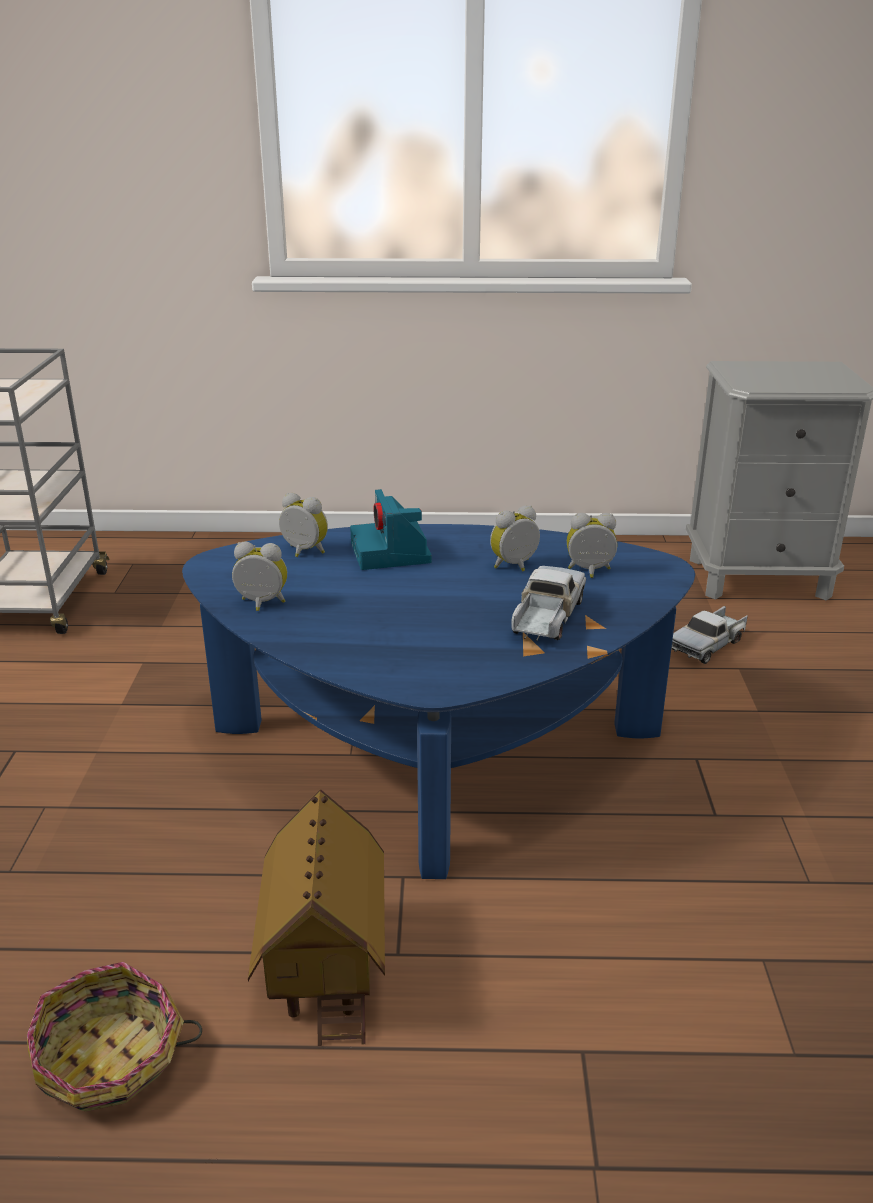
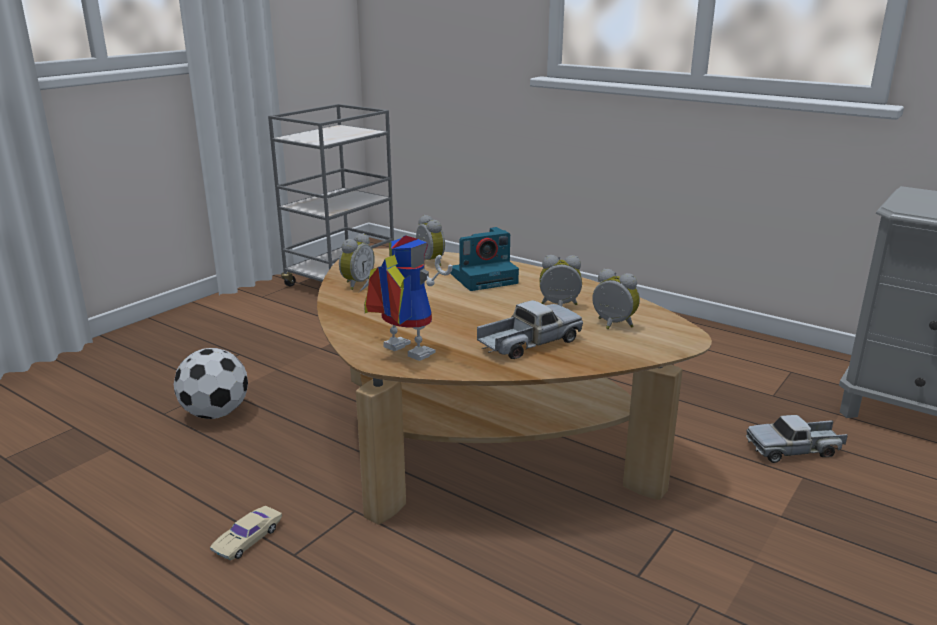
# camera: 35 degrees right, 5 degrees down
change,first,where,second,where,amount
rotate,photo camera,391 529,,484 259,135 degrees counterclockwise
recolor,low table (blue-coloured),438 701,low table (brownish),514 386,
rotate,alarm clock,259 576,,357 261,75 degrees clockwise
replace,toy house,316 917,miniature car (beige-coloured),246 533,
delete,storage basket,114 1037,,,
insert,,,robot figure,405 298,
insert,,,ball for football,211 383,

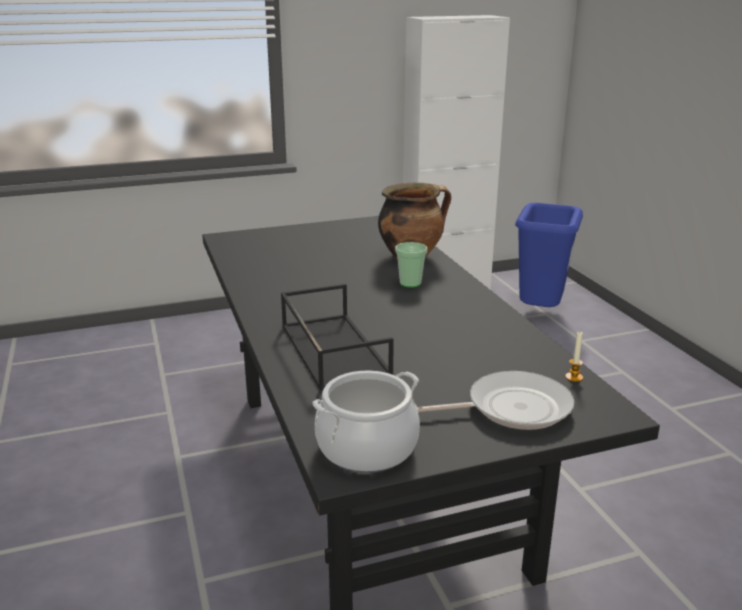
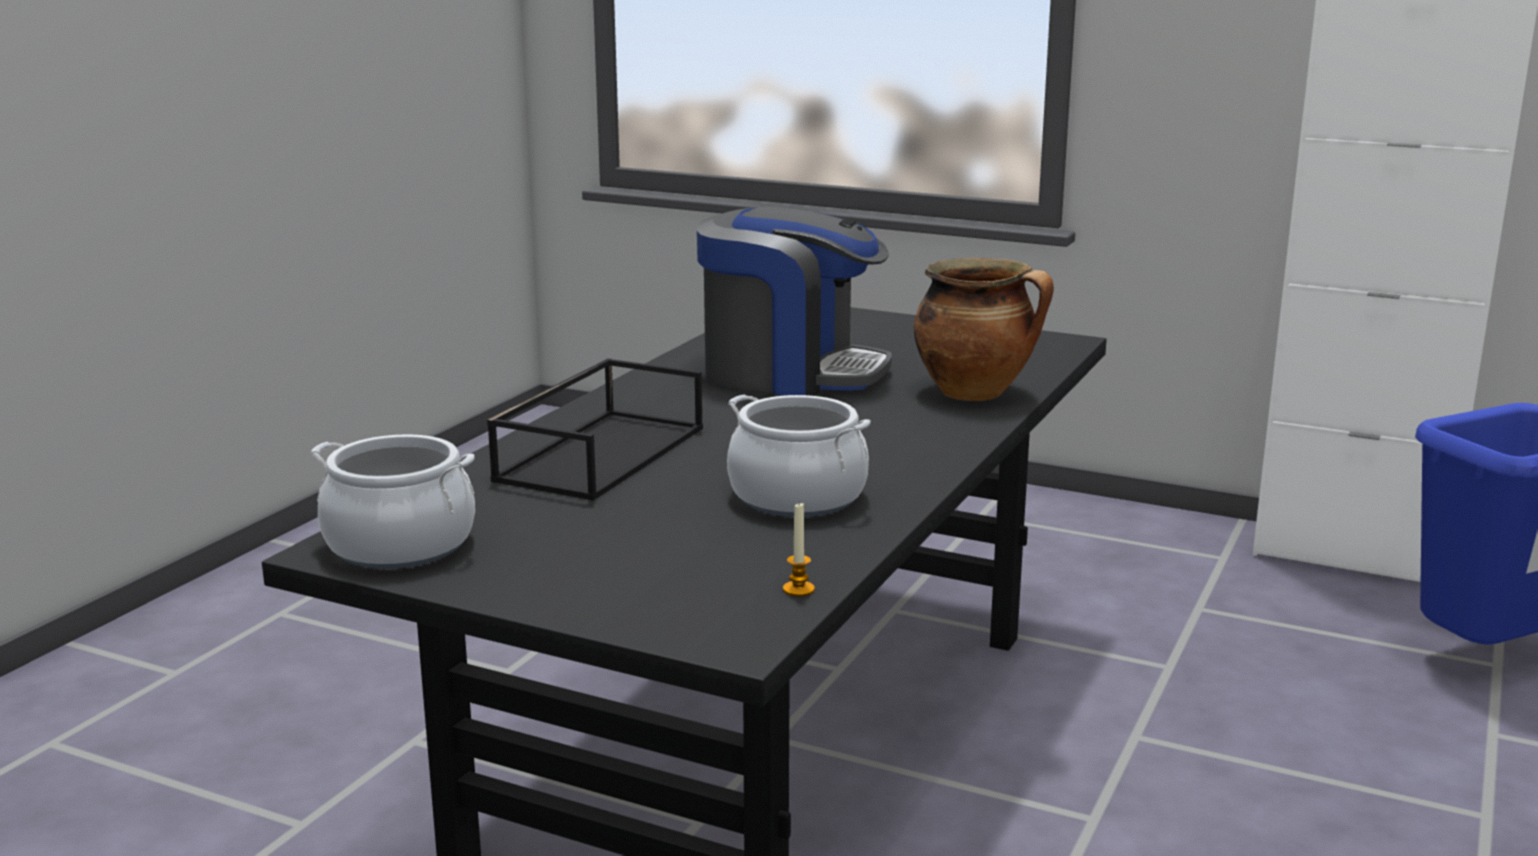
# camera: 45 degrees right, 5 degrees down
change,first,where,second,where,amount
delete,cup,411 265,,,
delete,pan,495 400,,,
insert,,,coffee machine,794 301,
insert,,,stockpot,799 456,

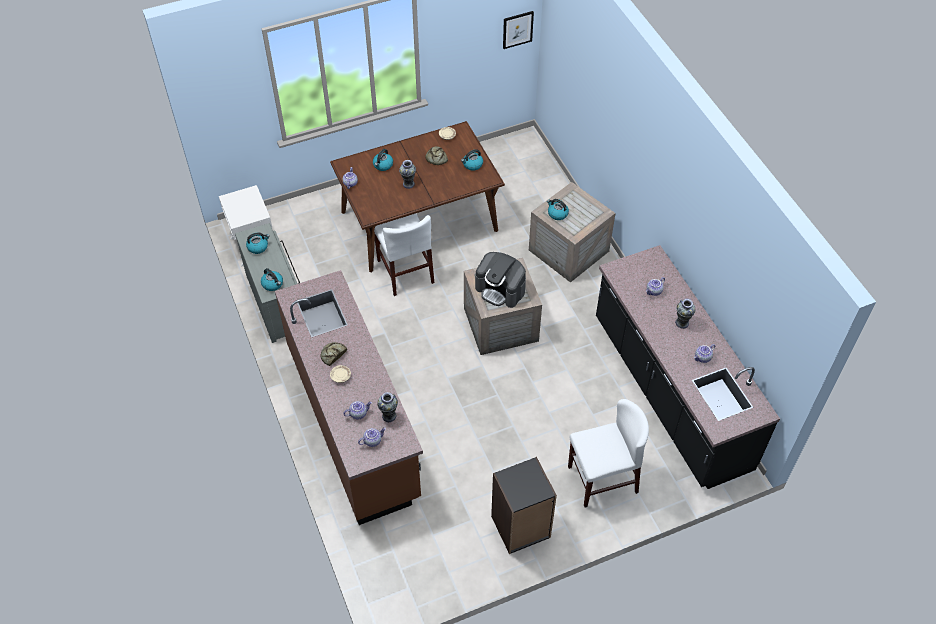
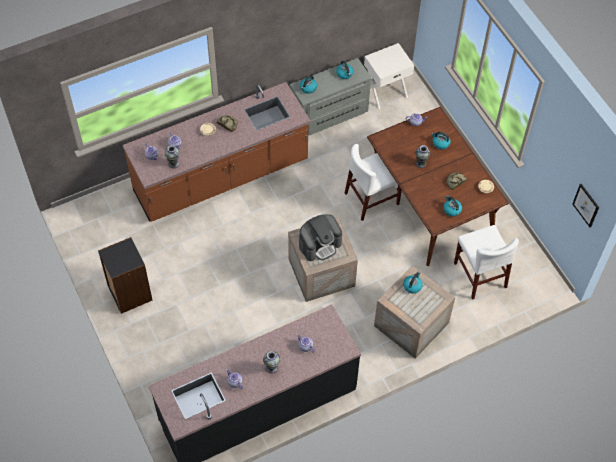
# camera: 85 degrees right, 5 degrees up
change,first,where,second,where,amount
rotate,coffee machine,500 280,,320 237,150 degrees counterclockwise
move,plain chair (white),608 453,,486 262,

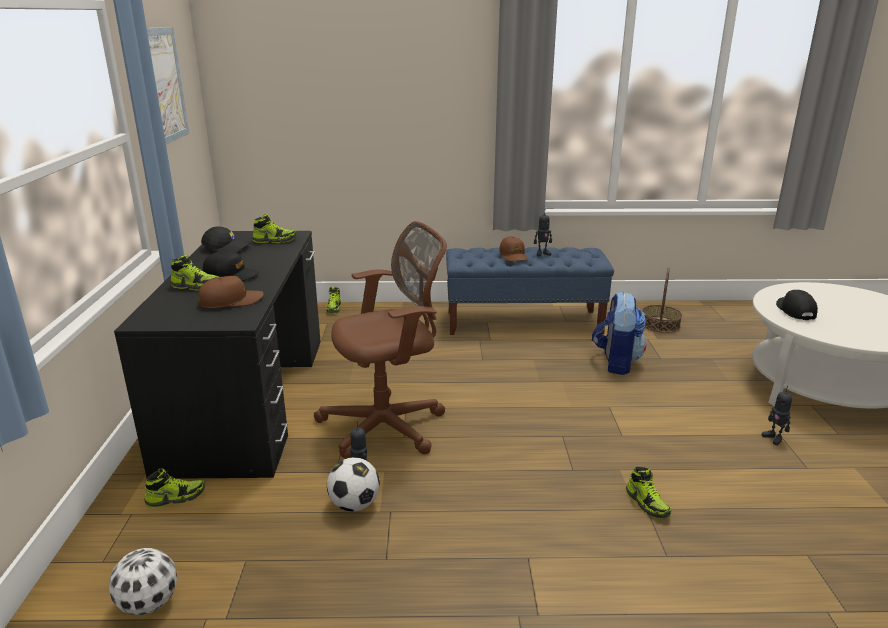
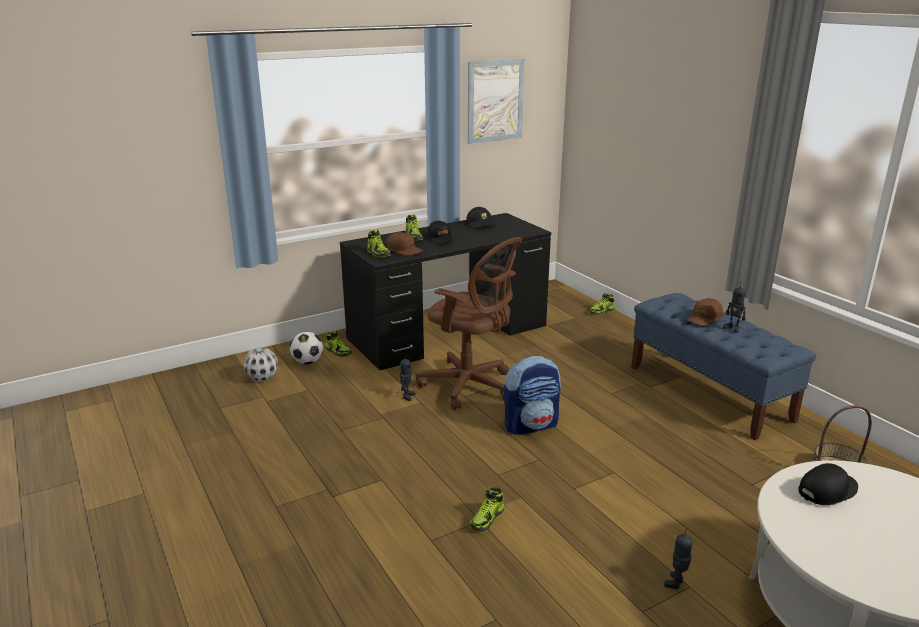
# camera: 60 degrees right, 0 degrees up
change,first,where,second,where,amount
move,low shoe,274 228,,379 243,
move,rucksack,619 333,,532 395,
move,ball for football,353 484,,306 348,

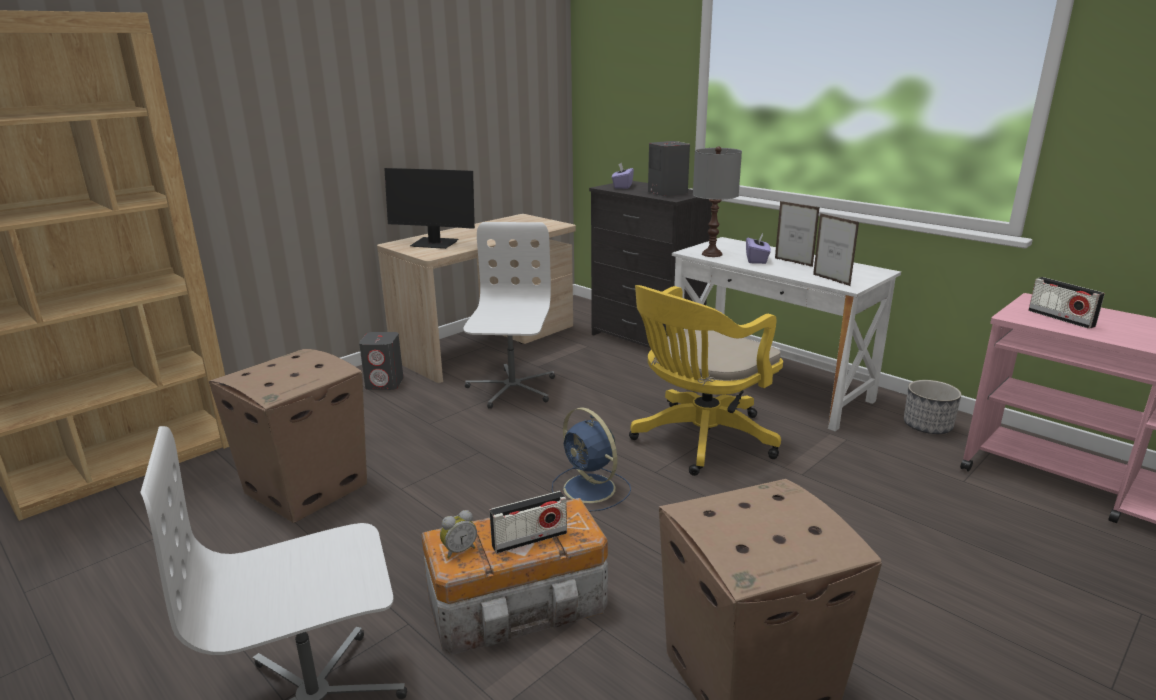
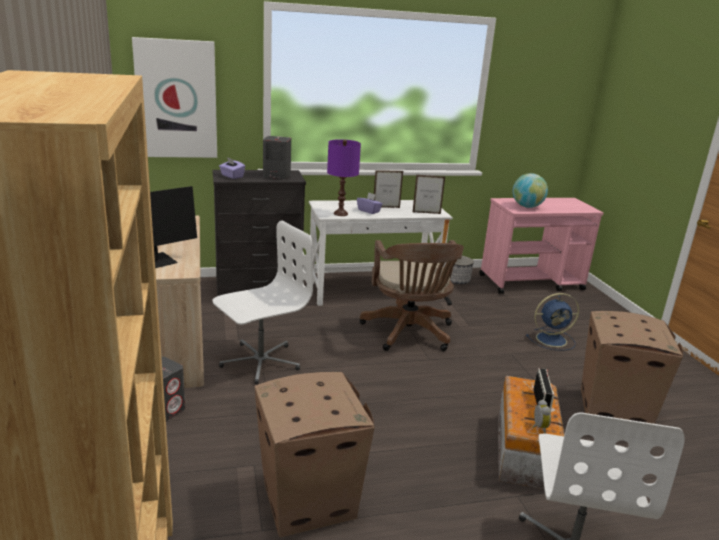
# camera: 60 degrees left, 0 degrees up
change,first,where,second,where,amount
recolor,table lamp (grey),717 201,table lamp (purplish),344 177,
rotate,desk chair (white),509 315,,262 302,105 degrees clockwise
replace,radio,1066 303,desk globe,530 190,
recolor,desk chair (yellow),706 380,desk chair (brownish),412 295,
move,fan (blue-coloured),591 459,,552 321,
insert,,,picture,174 97,

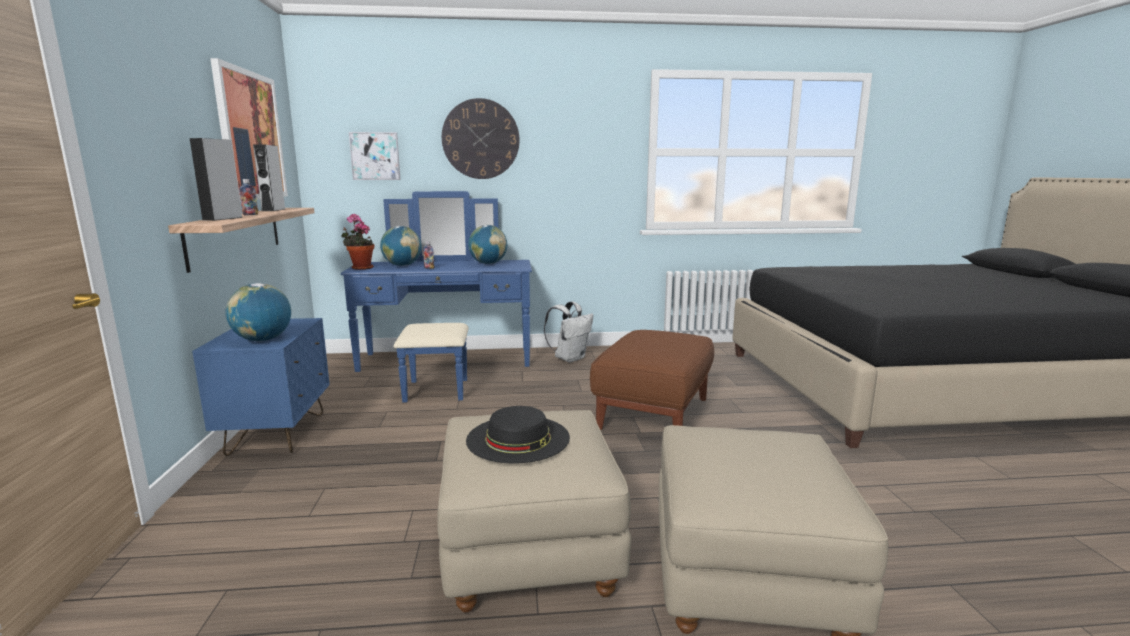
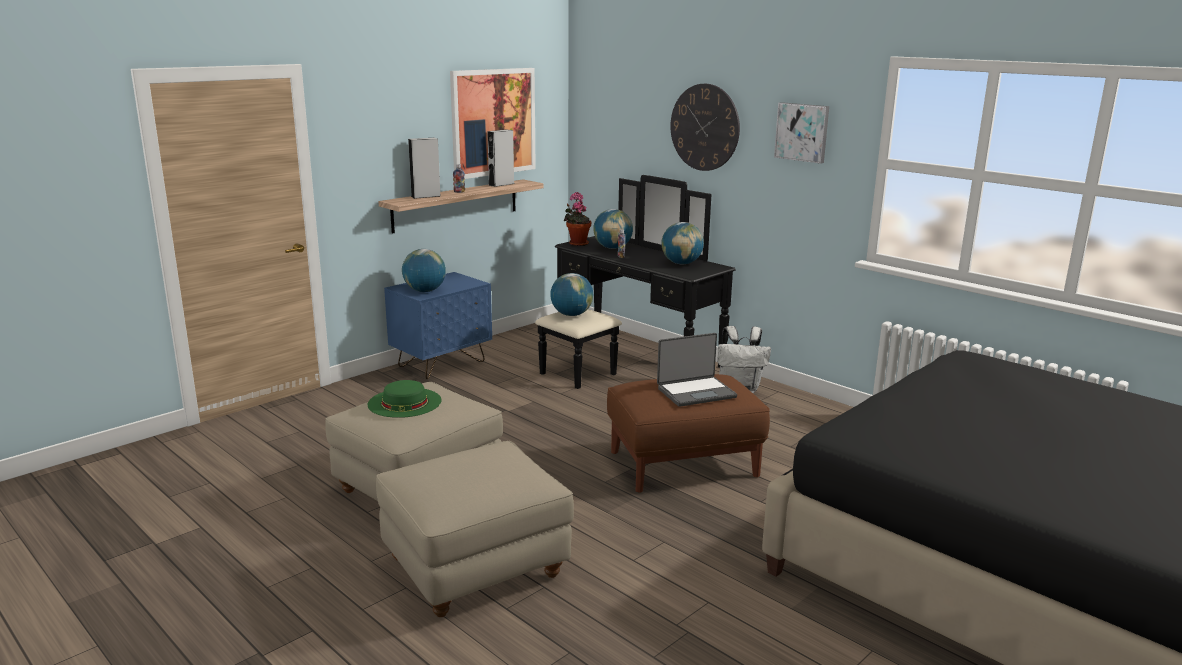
# camera: 50 degrees right, 5 degrees up
change,first,where,second,where,amount
move,picture,374 156,,801 133,
recolor,chest of drawers (blue-coloured),436 297,chest of drawers (black-coloured),635 282,
recolor,clothing hat (black-coloured),518 435,clothing hat (greenish),405 399,
insert,,,desk globe,571 294,
insert,,,notebook computer,697 370,

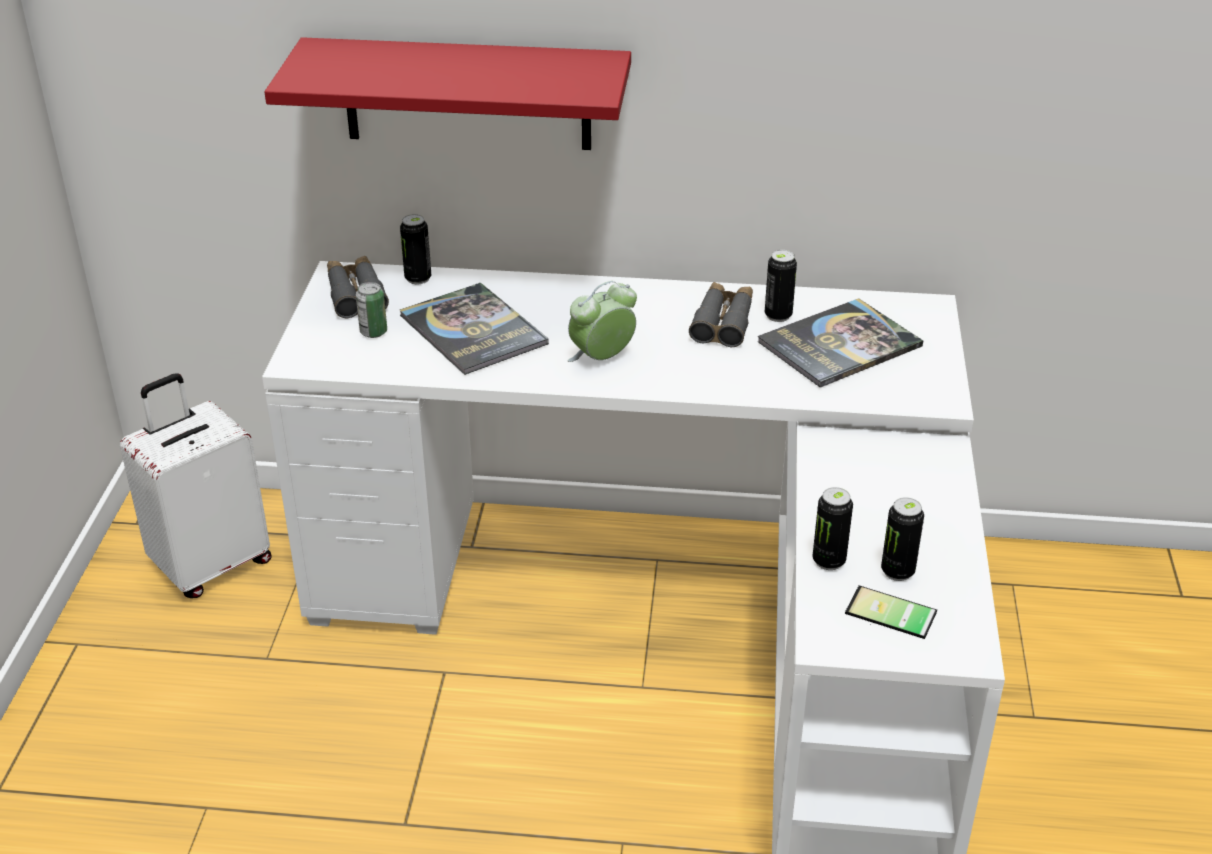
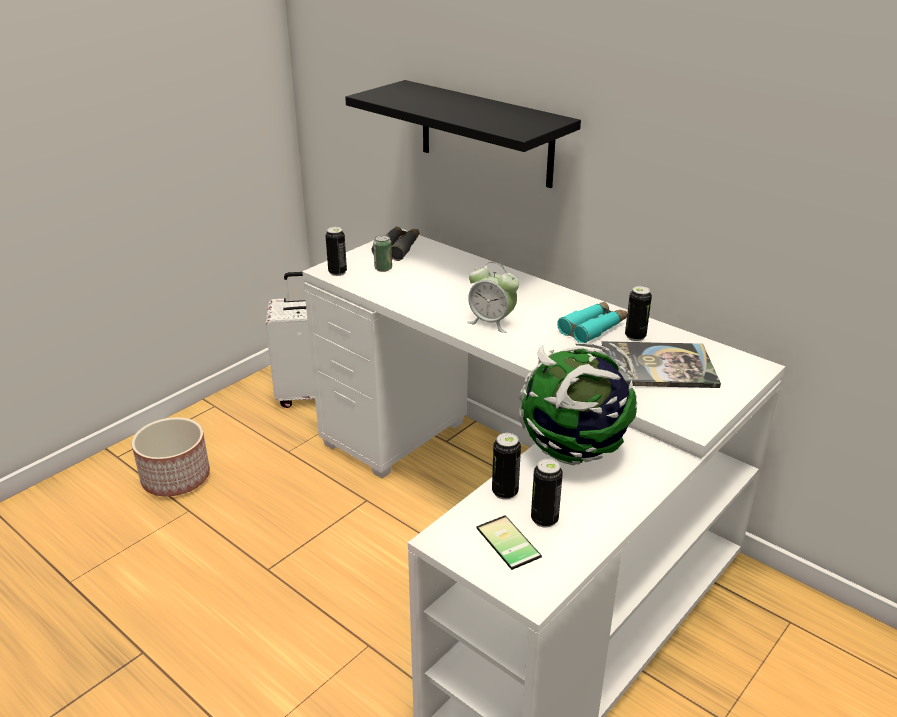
# camera: 35 degrees right, 5 degrees down
change,first,where,second,where,amount
recolor,wall shelf (red),448 93,wall shelf (black-coloured),463 134,
move,can,415 249,,336 251,
rotate,alarm clock,602 321,,493 297,150 degrees counterclockwise
recolor,field glasses (grey),721 314,field glasses (turquoise-coloured),592 322,
delete,volume,474 329,,,
insert,,,desk globe,578 404,
insert,,,flower pot,171 456,

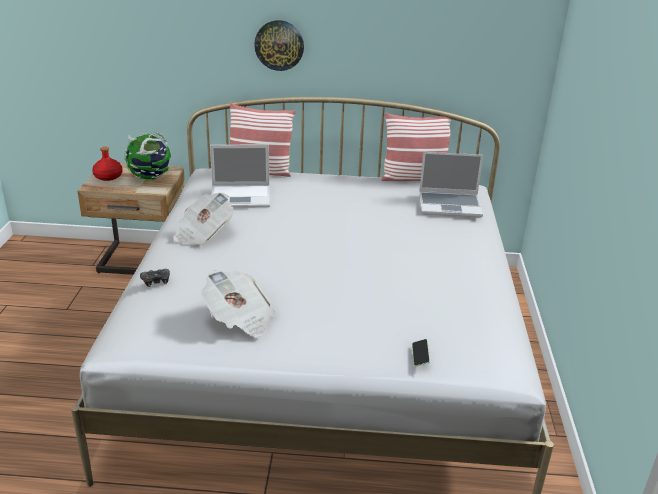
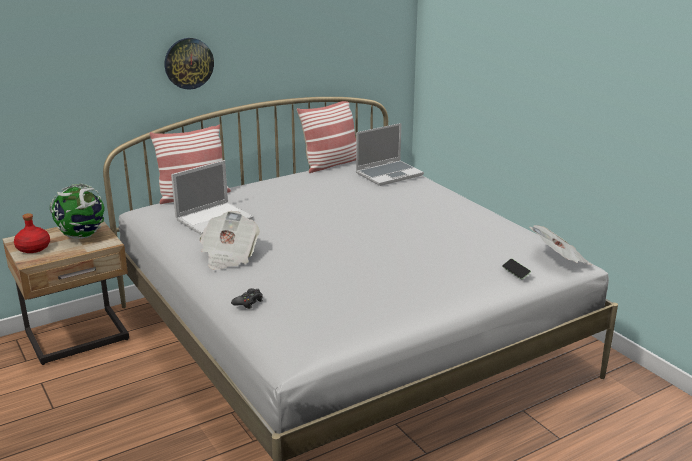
# camera: 35 degrees left, 5 degrees down
change,first,where,second,where,amount
move,newspaper,238 304,,560 245,

